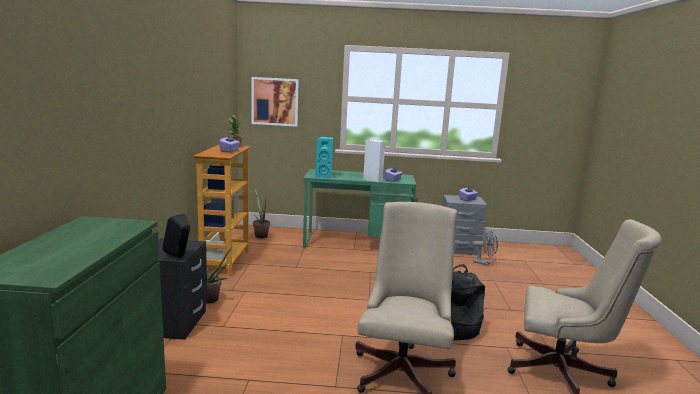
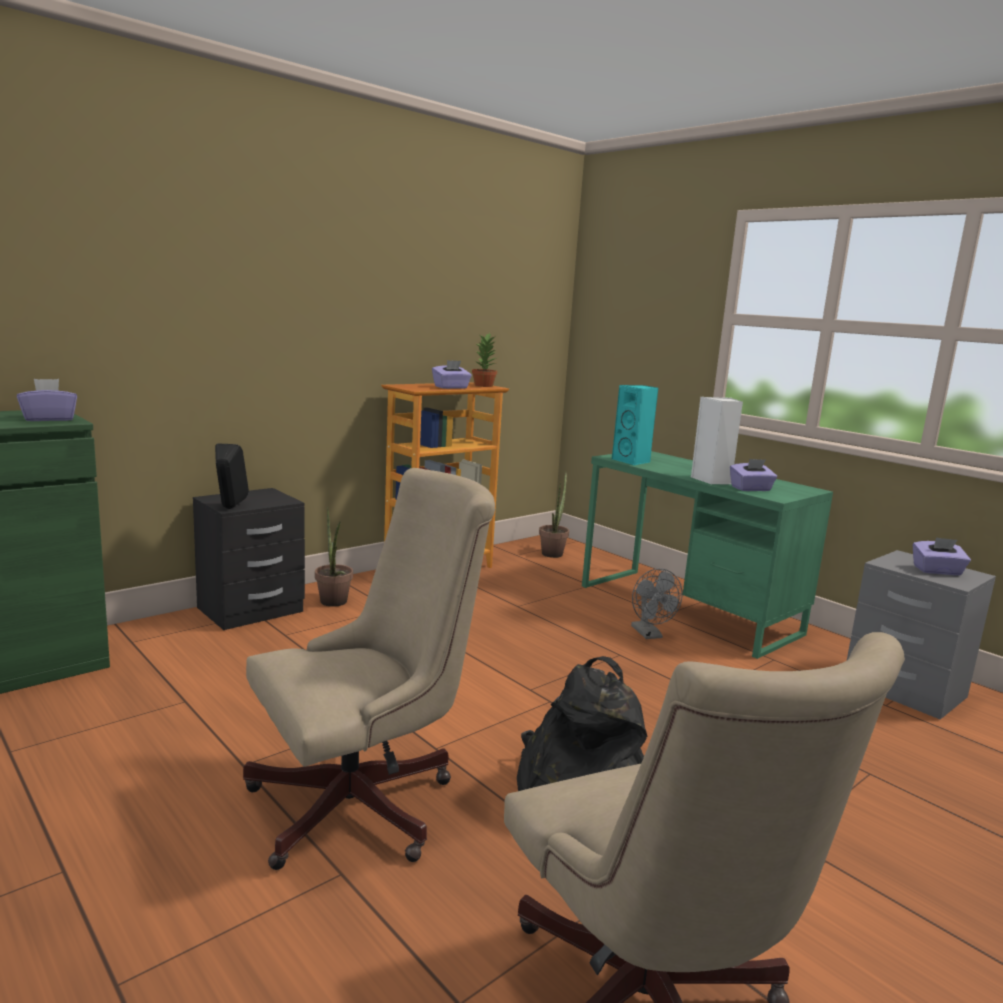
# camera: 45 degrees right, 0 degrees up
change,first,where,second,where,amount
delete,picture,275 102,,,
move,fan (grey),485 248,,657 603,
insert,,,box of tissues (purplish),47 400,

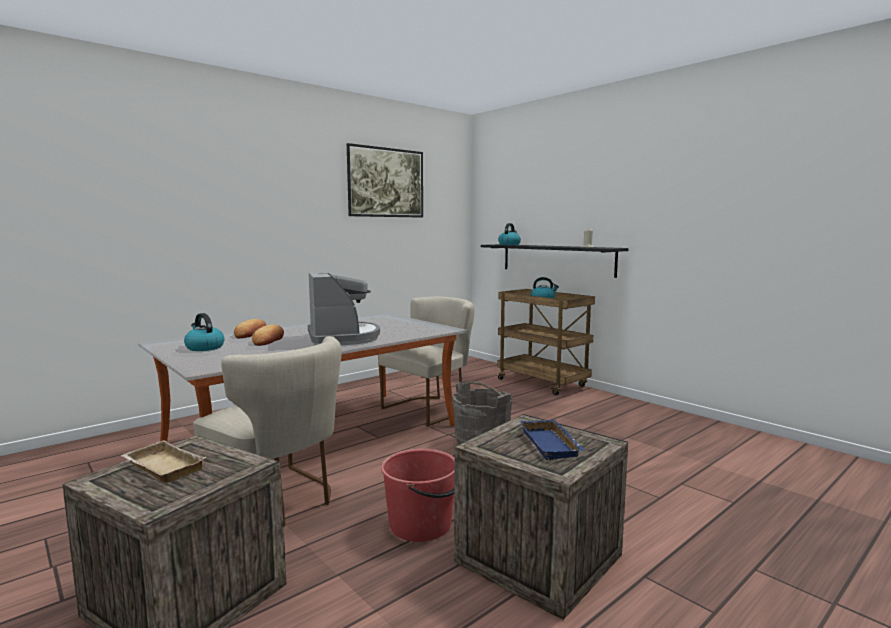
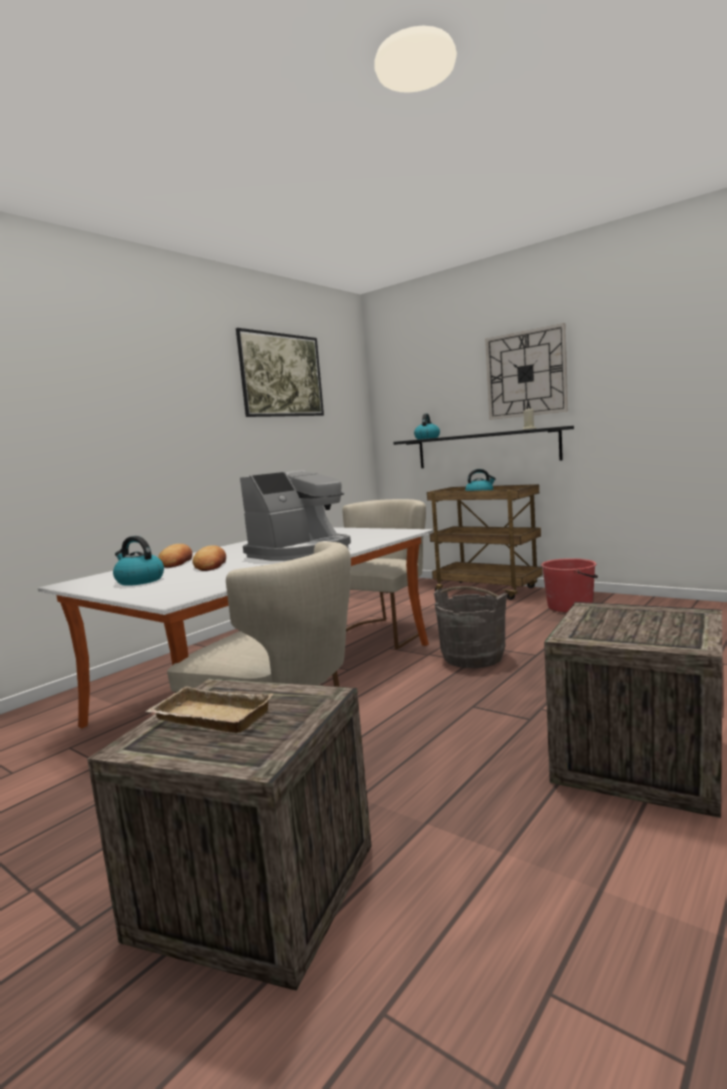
# camera: 10 degrees left, 0 degrees up
change,first,where,second,where,amount
rotate,coffee machine,344 309,,295 515,75 degrees clockwise
delete,serving tray (blue-coloured),552 440,,,
move,water bucket (red),417 495,,569 585,
insert,,,wall clock,526 371,

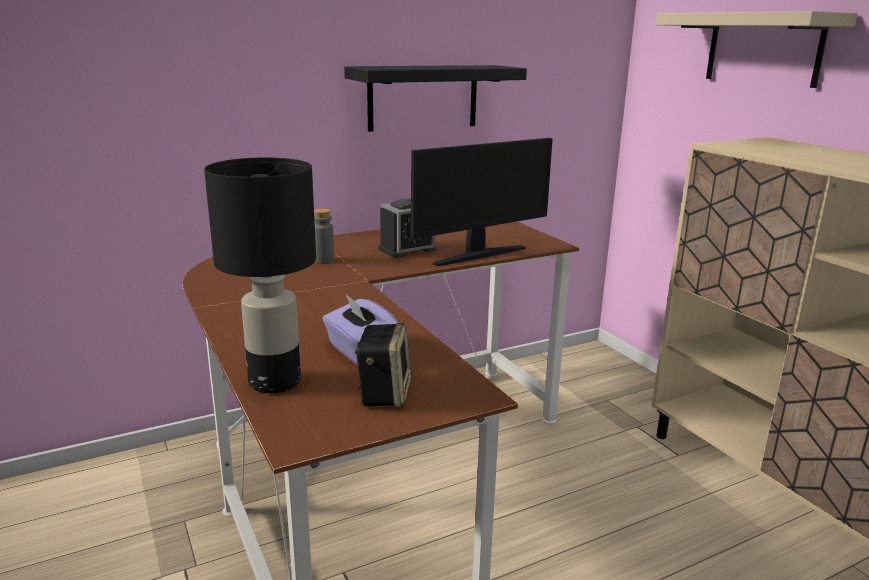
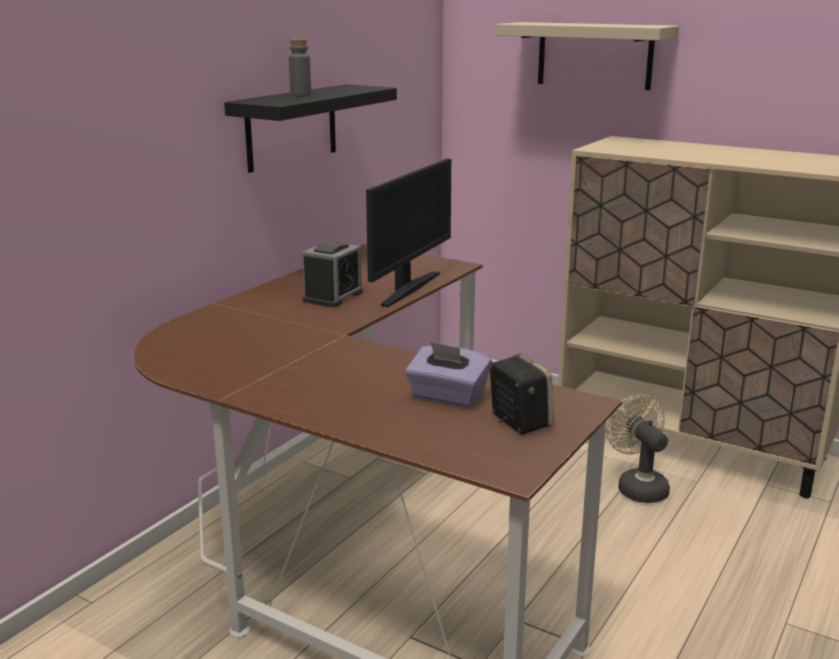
# camera: 30 degrees left, 0 degrees up
change,first,where,second,where,amount
delete,table lamp (black-coloured),260 275,,,
move,drink bottle (grey),324 236,,300 67,
insert,,,fan (beige-coloured),638 448,

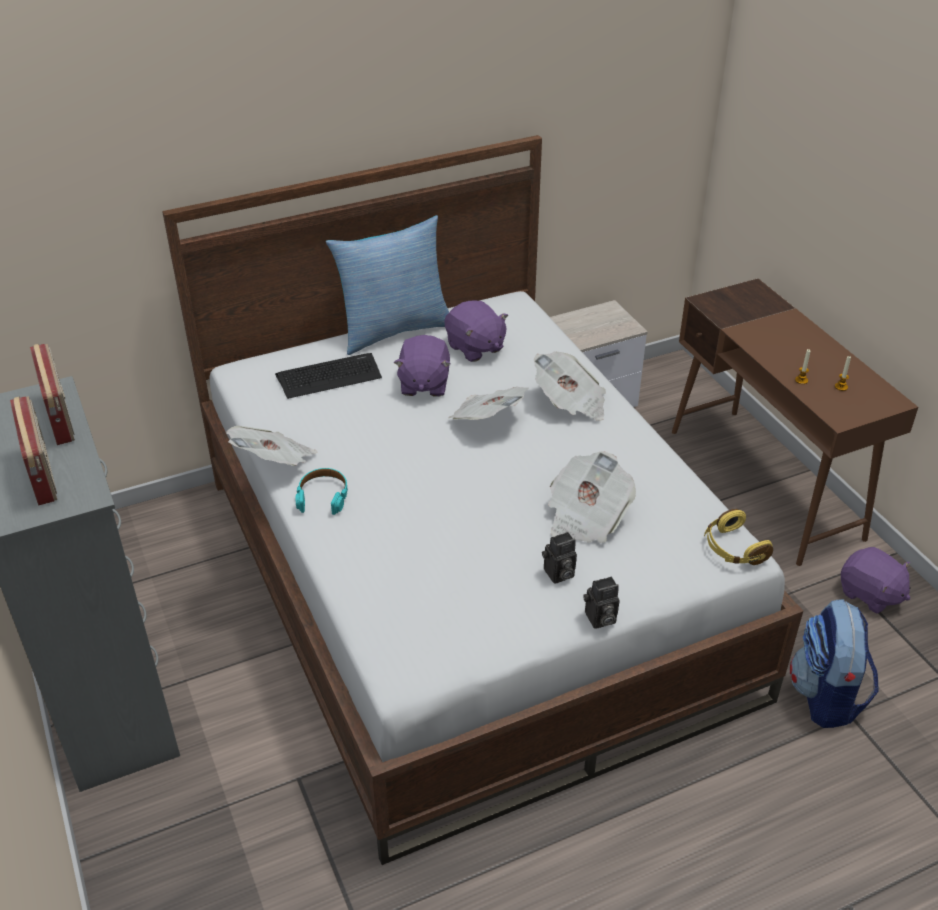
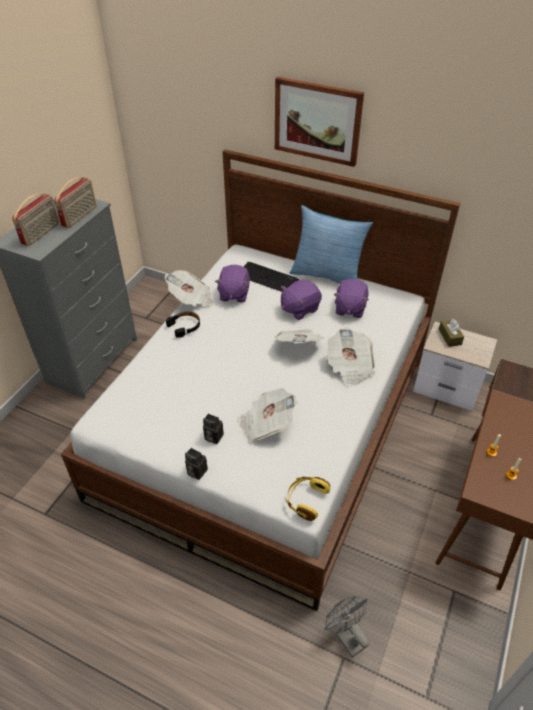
# camera: 50 degrees right, 5 degrees up
change,first,where,second,where,amount
recolor,headset (turquoise-coloured),322 491,headset (black-coloured),183 325,
move,plush toy (purplish),876 580,,232 283,
replace,rucksack,834 663,fan (grey),346 626,
insert,,,picture,319 122,
insert,,,box of tissues (brownish),451 333,

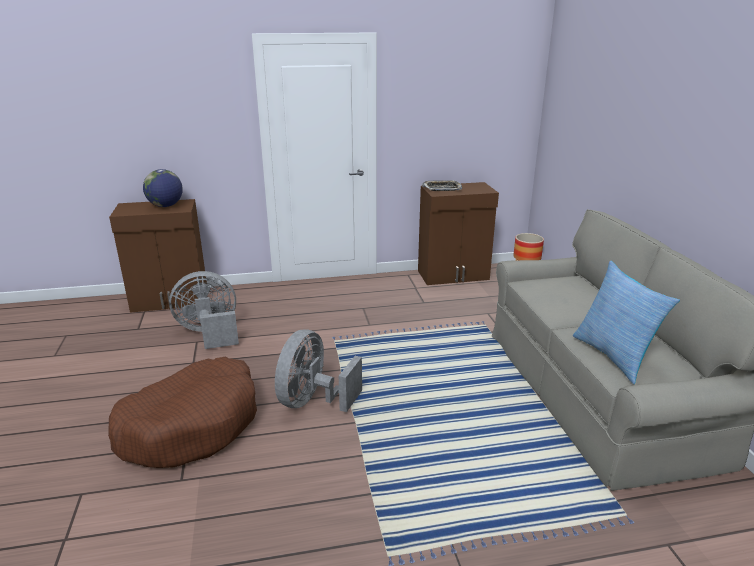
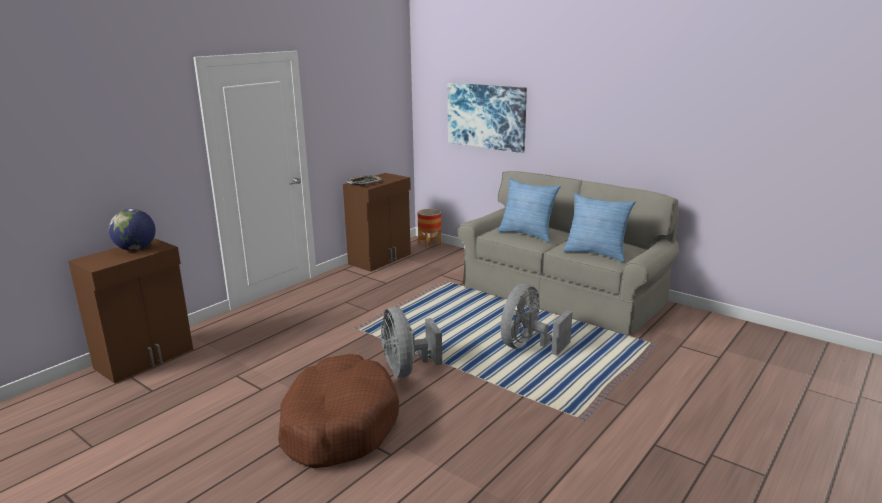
# camera: 40 degrees left, 5 degrees down
change,first,where,second,where,amount
move,fan (grey),204 310,,537 319,
insert,,,picture,487 118,
insert,,,throw pillow,529 210,

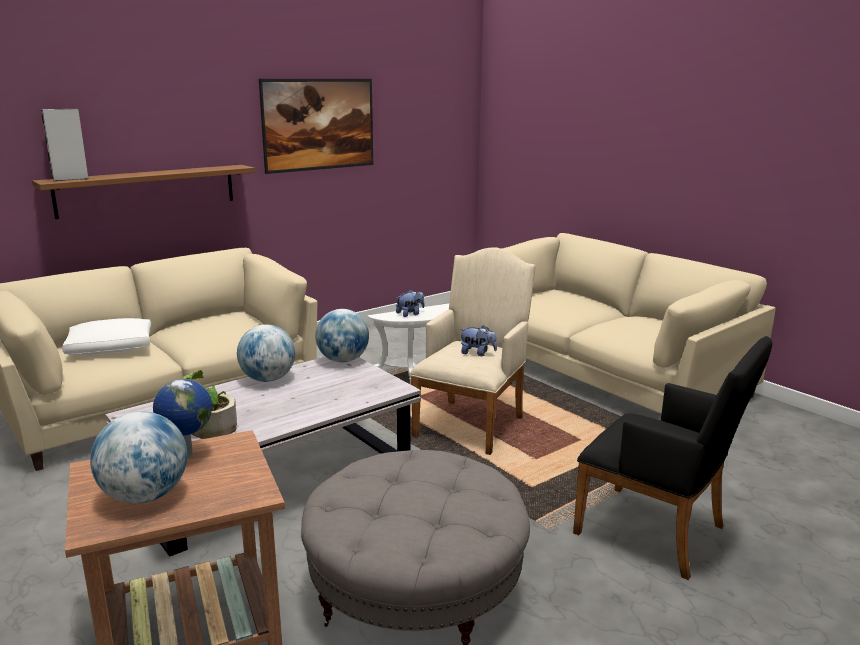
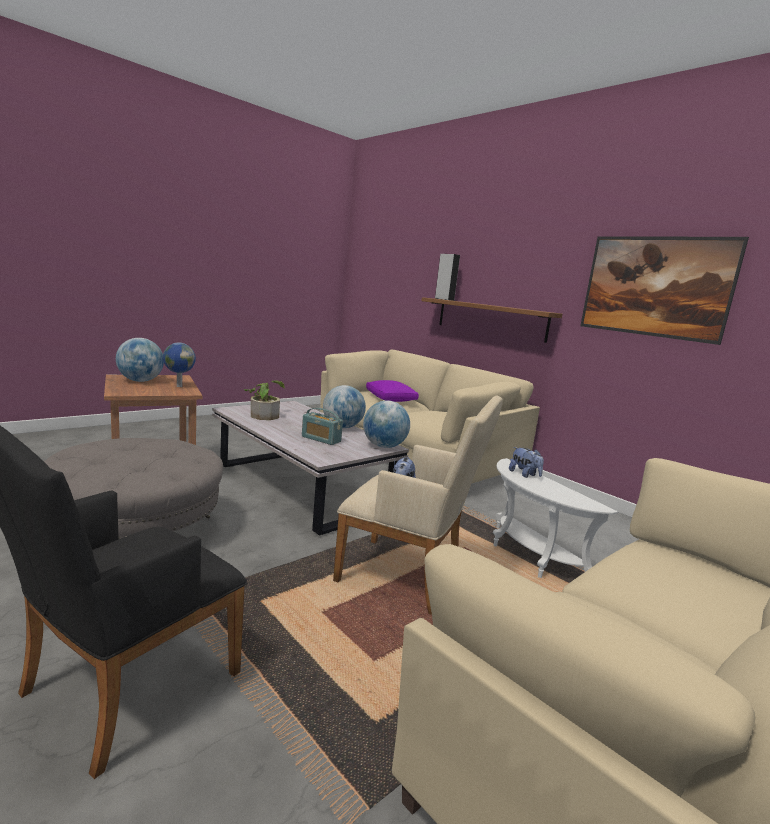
# camera: 85 degrees right, 5 degrees down
change,first,where,second,where,amount
recolor,throw pillow (white),106 336,throw pillow (purplish),392 391,
insert,,,radio,322 426,

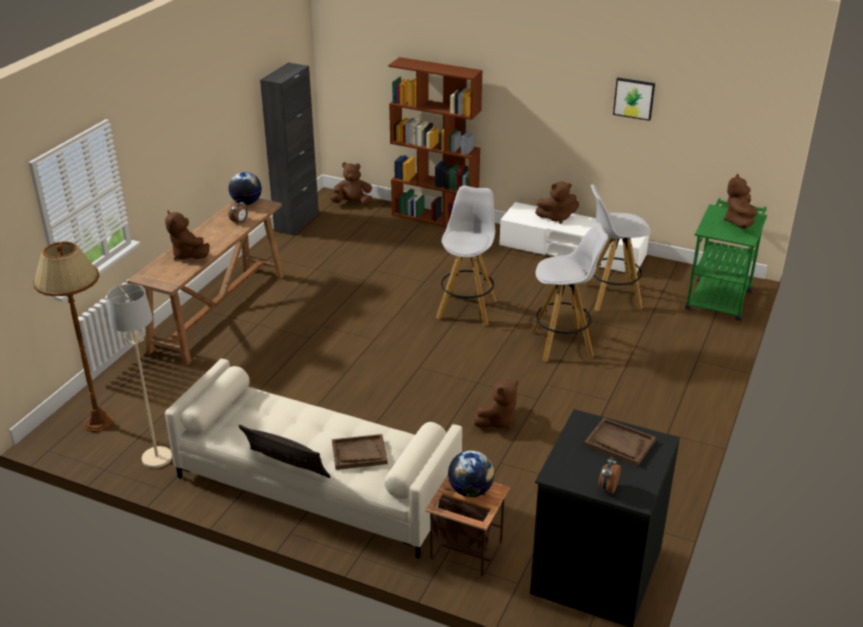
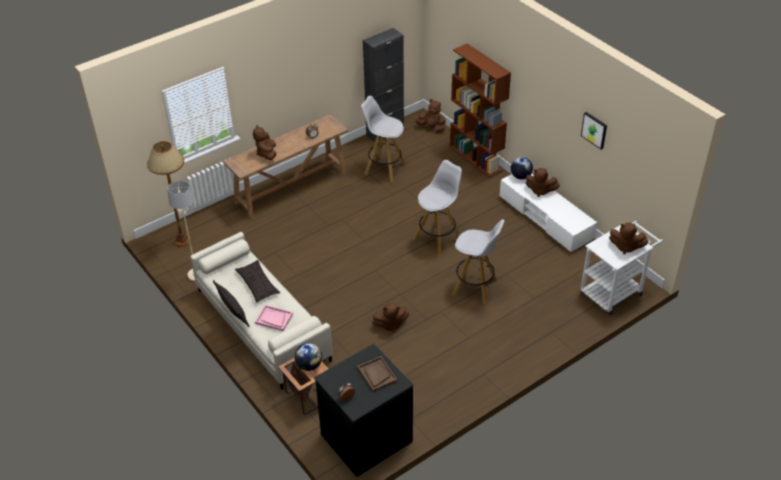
# camera: 30 degrees right, 10 degrees up
change,first,where,second,where,amount
move,desk globe,245 188,,522 168,
rotate,plush toy (brownish),740 201,,629 238,120 degrees counterclockwise
move,stool (white),618 247,,383 139,
recolor,cart (greenish),726 259,cart (white),621 268,
recolor,serving tray (brownish),360 452,serving tray (pink),274 318,
insert,,,throw pillow,257 281,

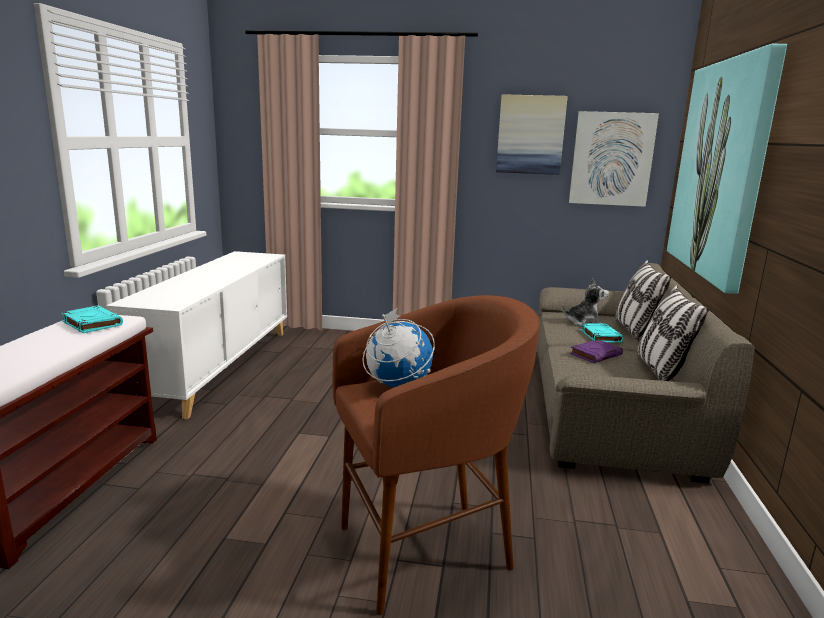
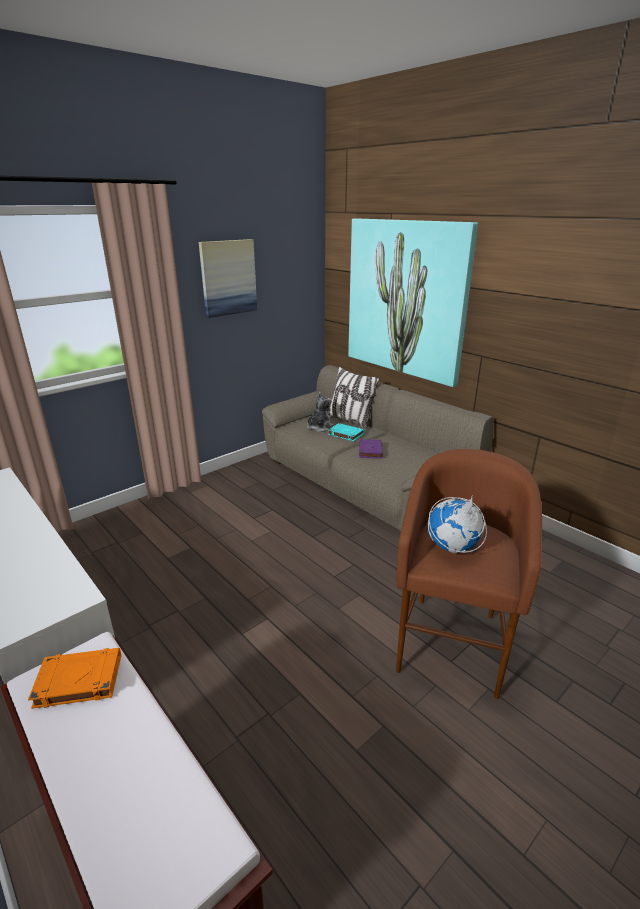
# camera: 50 degrees left, 10 degrees up
change,first,where,second,where,amount
delete,picture,614 159,,,
delete,throw pillow,673 333,,,
recolor,volume (turquoise-coloured),92 319,volume (orangey),74 678,

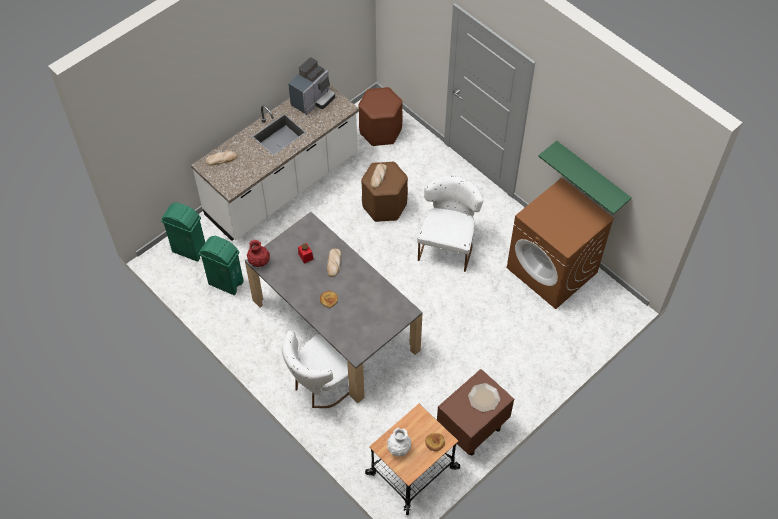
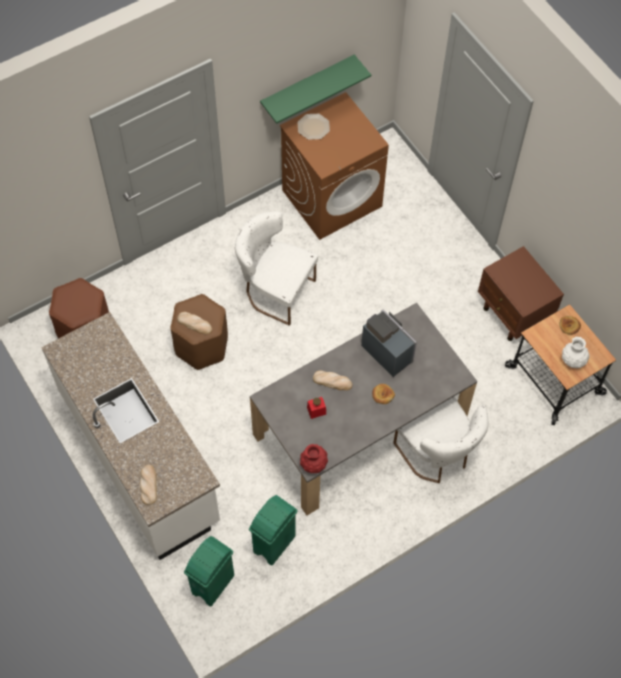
# camera: 80 degrees left, 5 degrees up
change,first,where,second,where,amount
move,coffee machine,311 86,,389 343,
move,plate,484 397,,314 127,

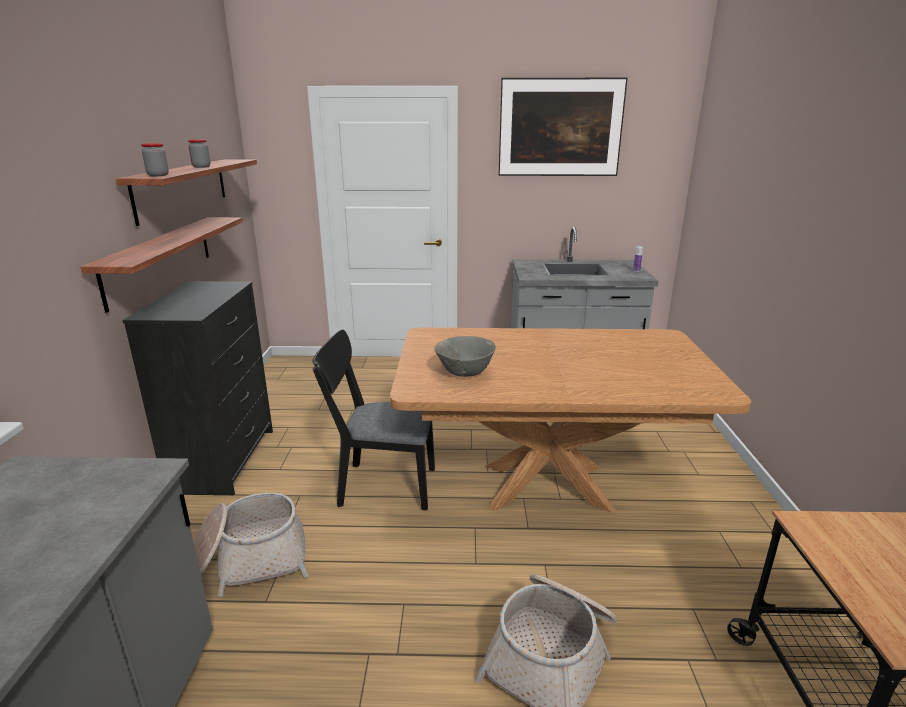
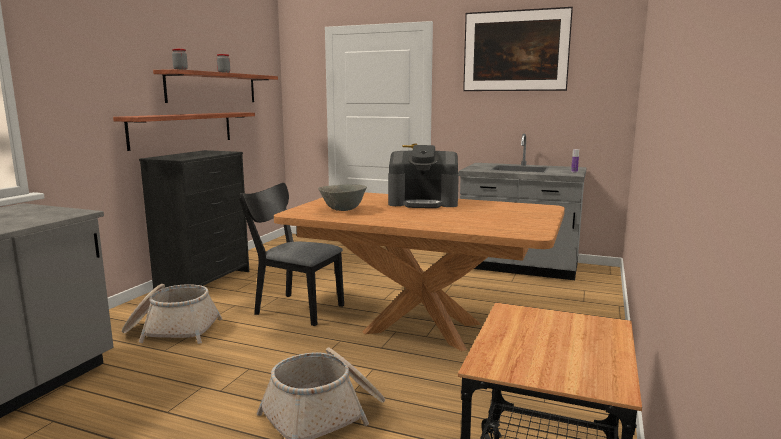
# camera: 20 degrees right, 10 degrees down
change,first,where,second,where,amount
insert,,,coffee machine,423 176,

